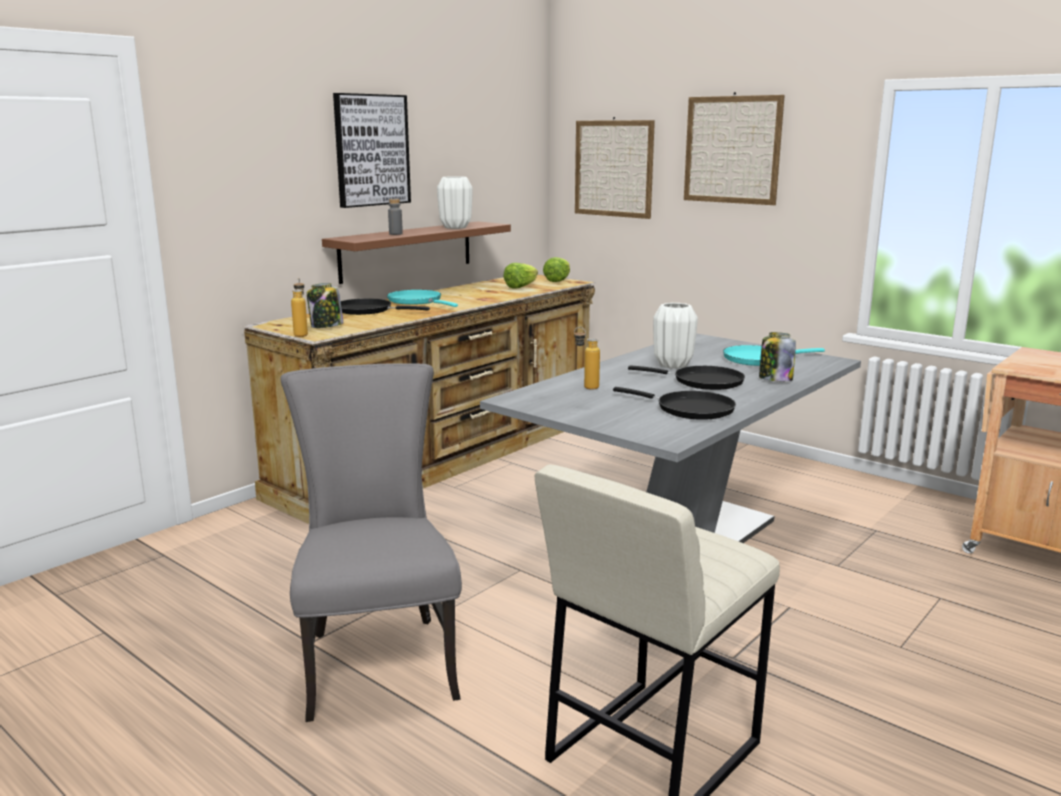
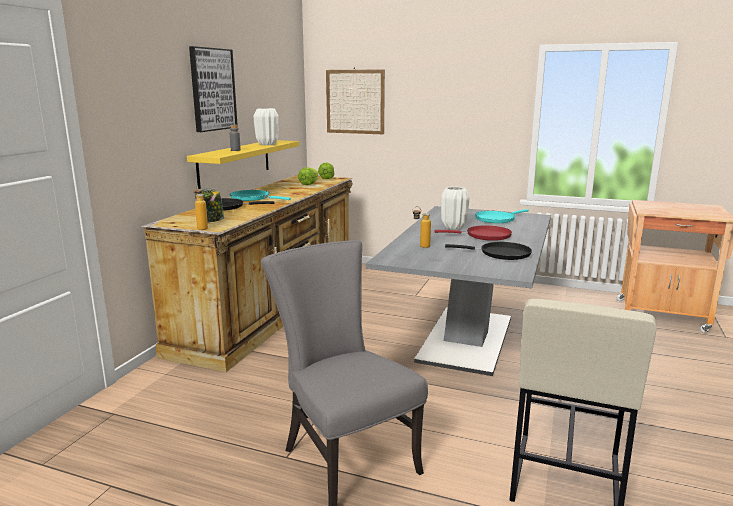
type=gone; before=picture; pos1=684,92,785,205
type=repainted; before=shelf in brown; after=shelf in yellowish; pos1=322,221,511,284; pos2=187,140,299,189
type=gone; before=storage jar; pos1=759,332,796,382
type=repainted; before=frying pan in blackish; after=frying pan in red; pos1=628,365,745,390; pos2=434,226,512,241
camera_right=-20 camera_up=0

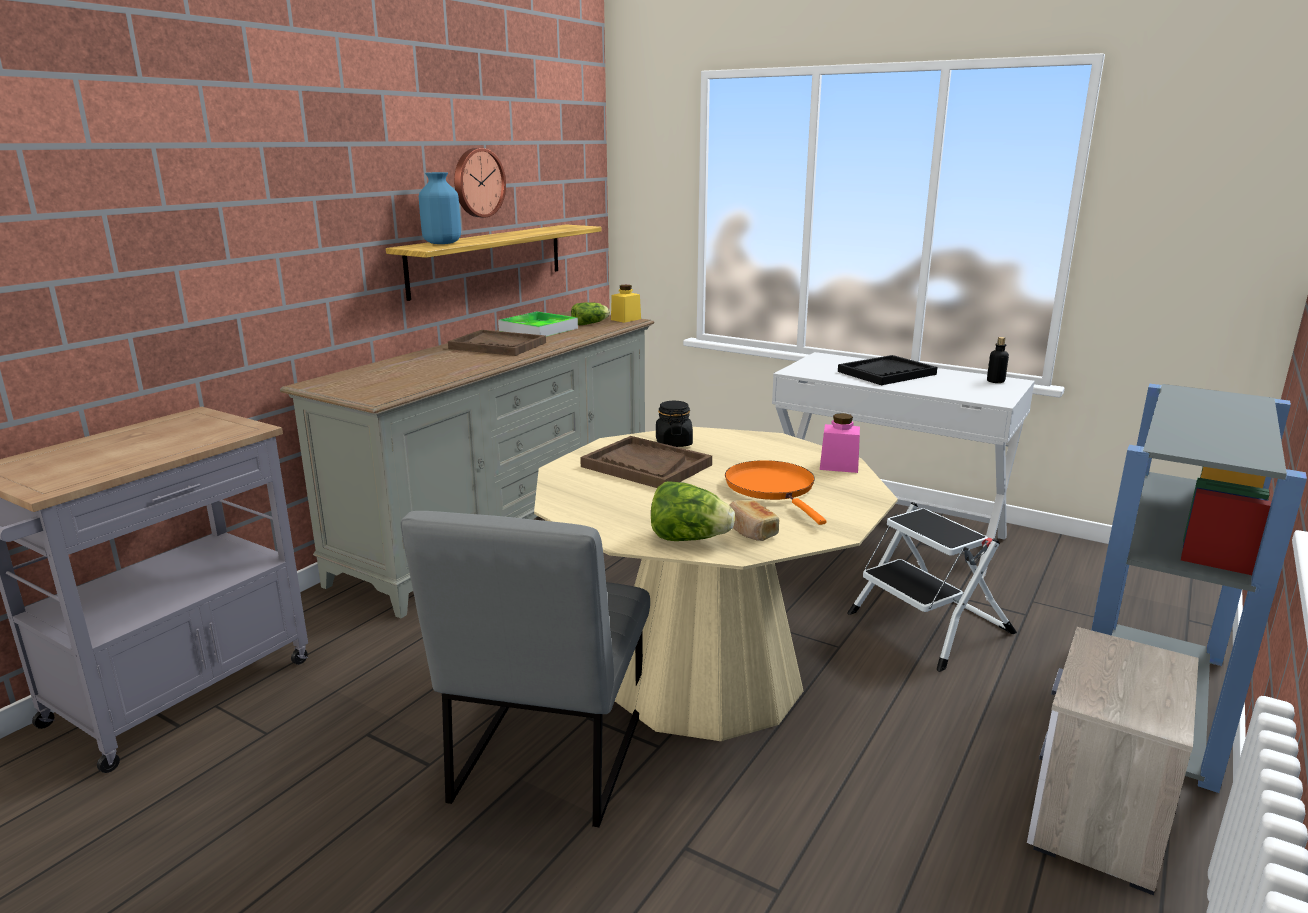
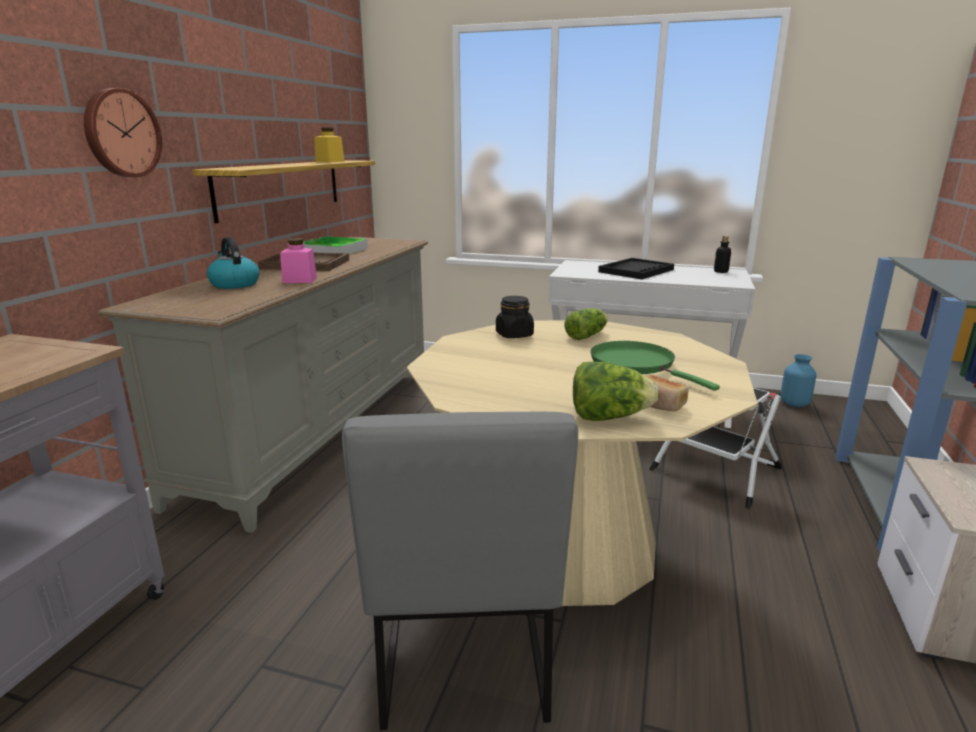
type=shifted; before=wall clock; pos1=454,148,506,218; pos2=84,88,162,177
type=shifted; before=vase in blue-coloured; pos1=419,172,461,244; pos2=780,354,817,407
type=shifted; before=storage jar in yellowish; pos1=611,285,641,323; pos2=314,128,345,162
type=shifted; before=head of lettuce; pos1=571,302,610,325; pos2=565,308,608,340
type=shifted; before=storage jar in pink; pos1=820,413,860,473; pos2=280,238,317,283
type=gone; before=serving tray in brown; pos1=580,436,712,488
type=repainted; before=frying pan in orange; after=frying pan in green; pos1=725,460,826,525; pos2=591,341,720,391
type=new; after=water kettle; pos2=207,237,260,289
camera_right=-15 camera_up=0

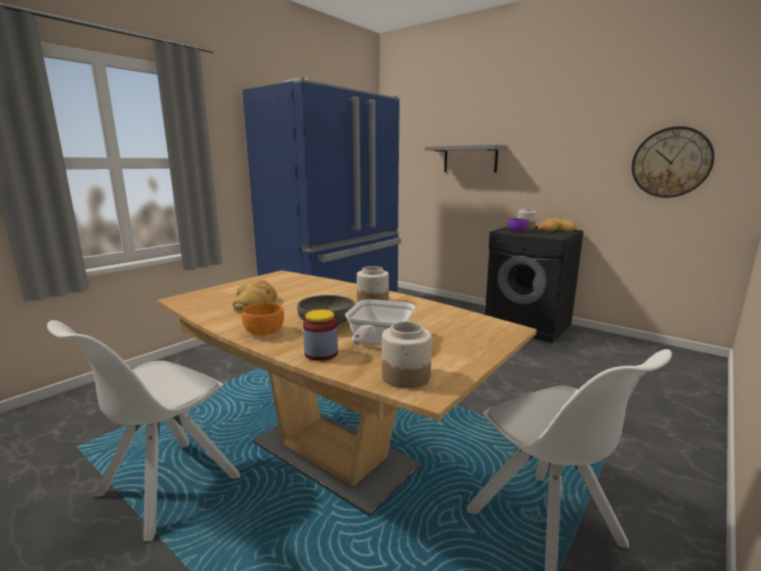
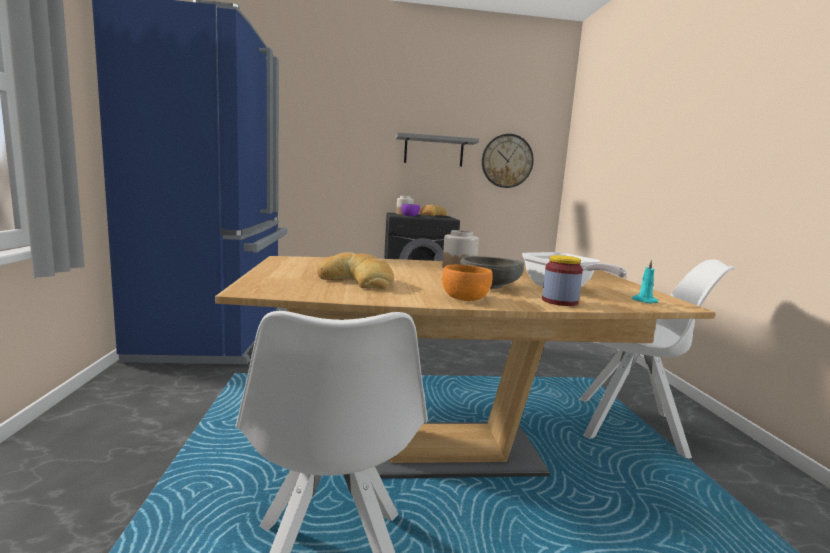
type=shifted; before=shelf in grey; pos1=425,145,508,173; pos2=396,132,479,167
type=swapped; before=storage jar; after=wax candle in turquoise-coloured; pos1=382,322,432,388; pos2=632,260,658,303
camera_right=-45 camera_up=-5

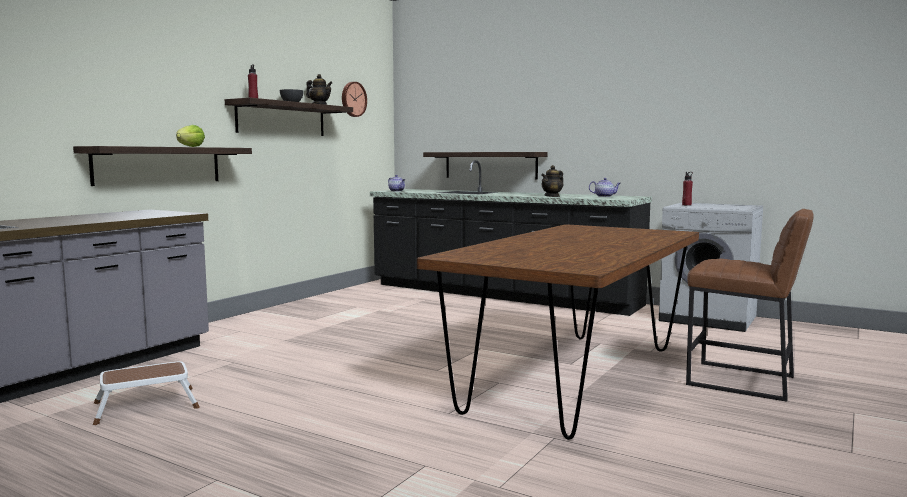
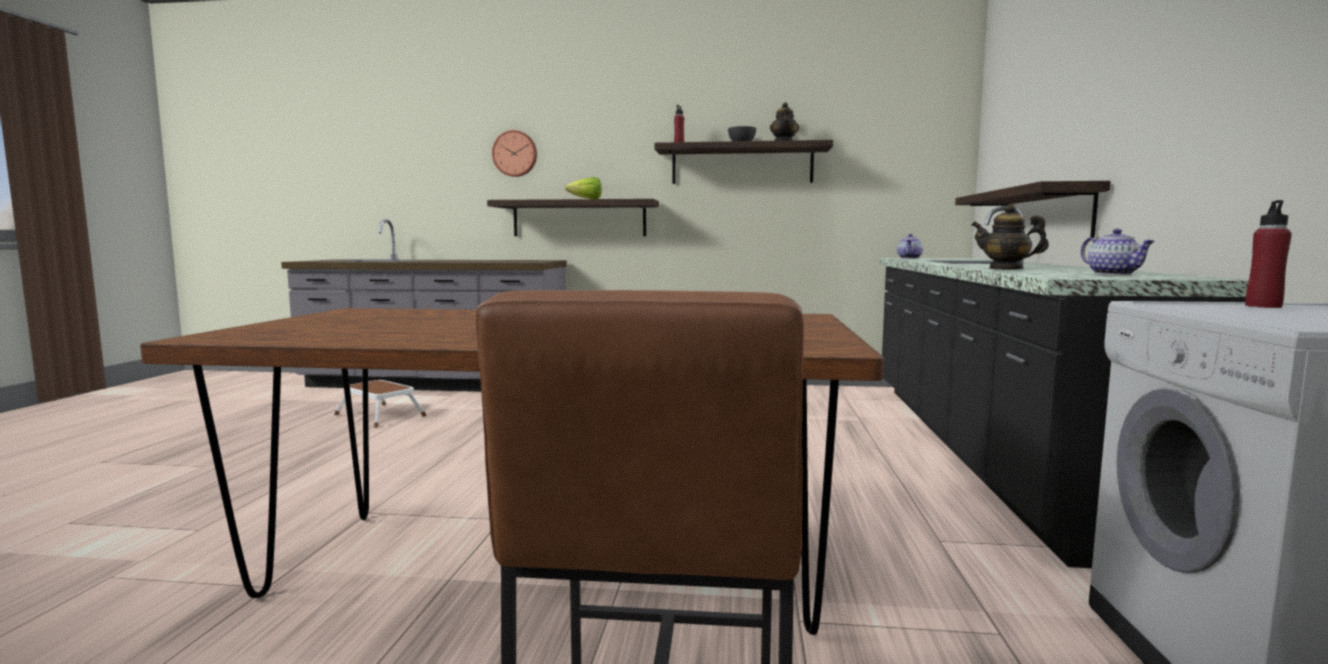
type=shifted; before=wall clock; pos1=342,82,367,117; pos2=492,130,537,177
camera_right=65 camera_up=0

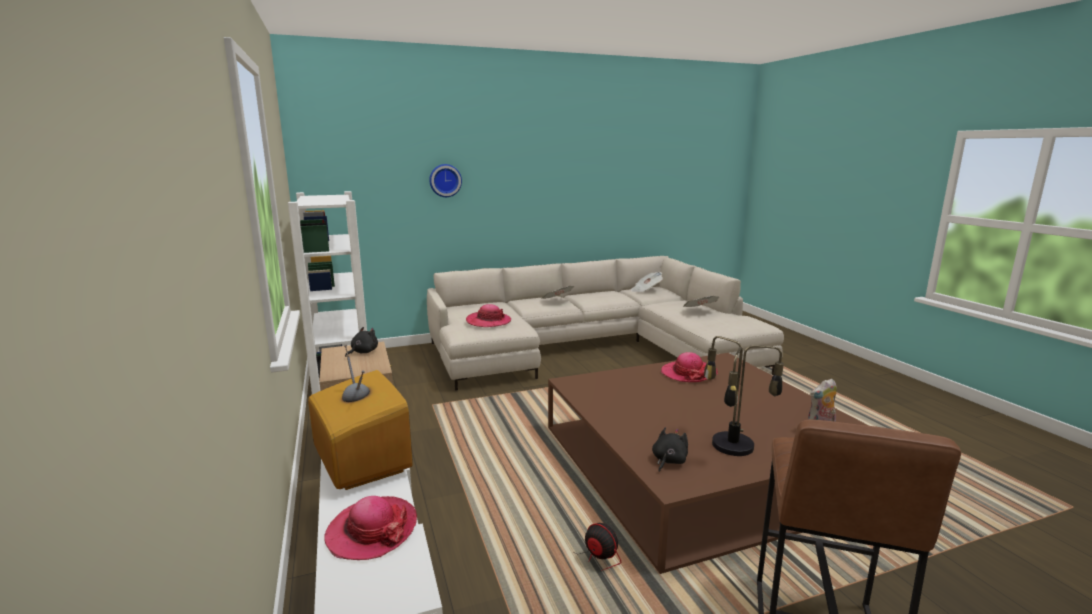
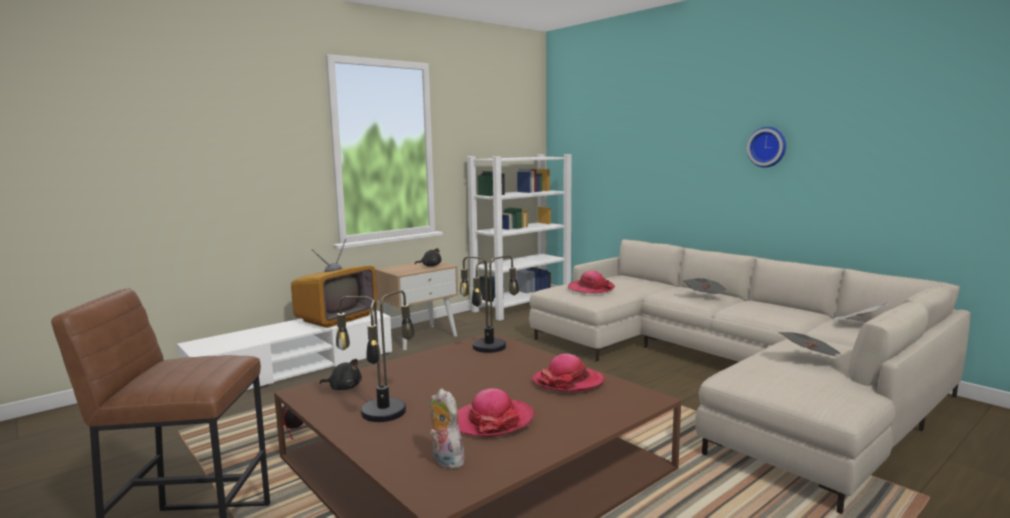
type=shifted; before=wall clock; pos1=429,164,462,197; pos2=747,127,786,168
type=shifted; before=clothing hat; pos1=324,496,417,560; pos2=458,388,535,437
type=new; after=lamp for a table; pos2=460,256,519,353
camera_right=70 camera_up=-5

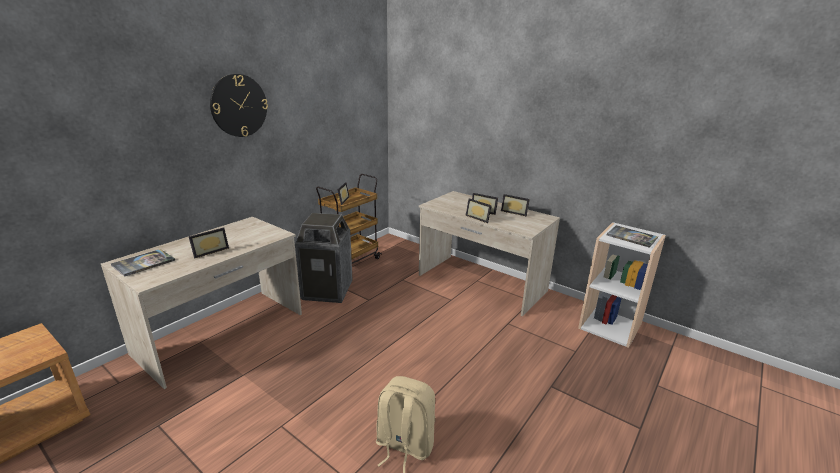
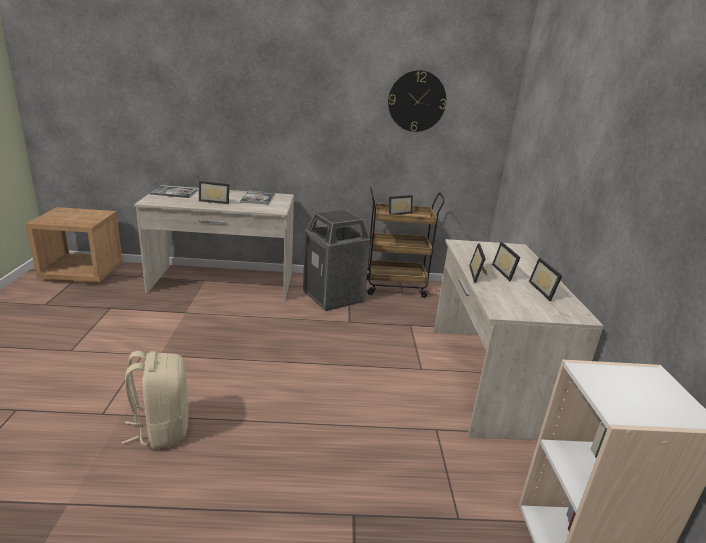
type=shifted; before=wall clock; pos1=210,74,268,137; pos2=388,70,446,132
type=shifted; before=volume; pos1=607,225,658,248; pos2=240,190,275,205
camera_right=50 camera_up=0

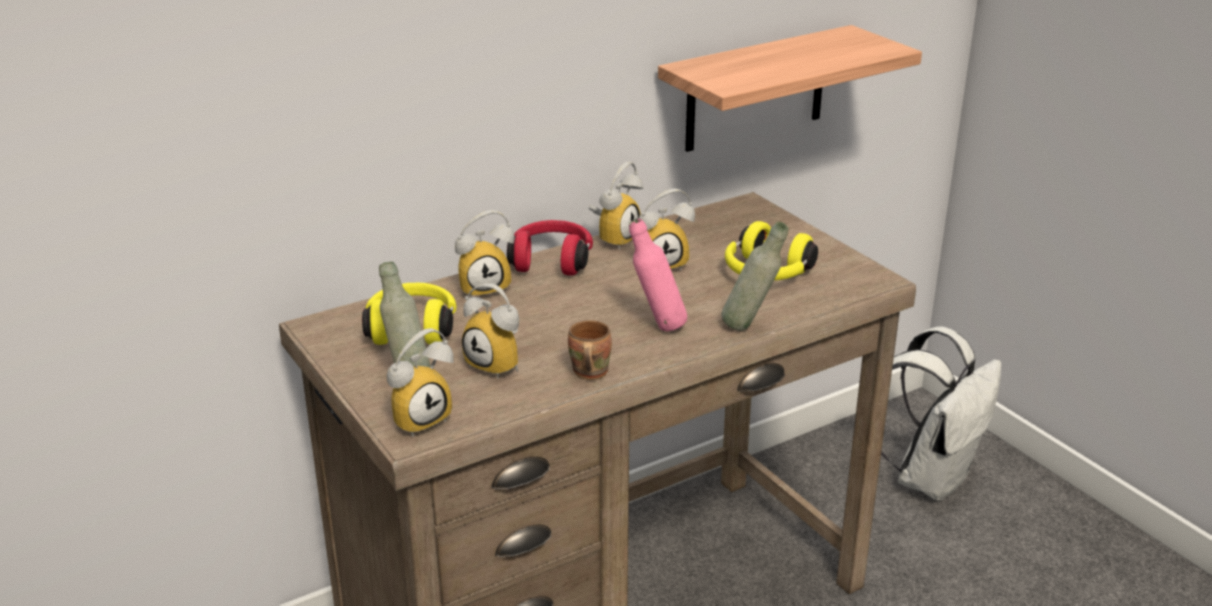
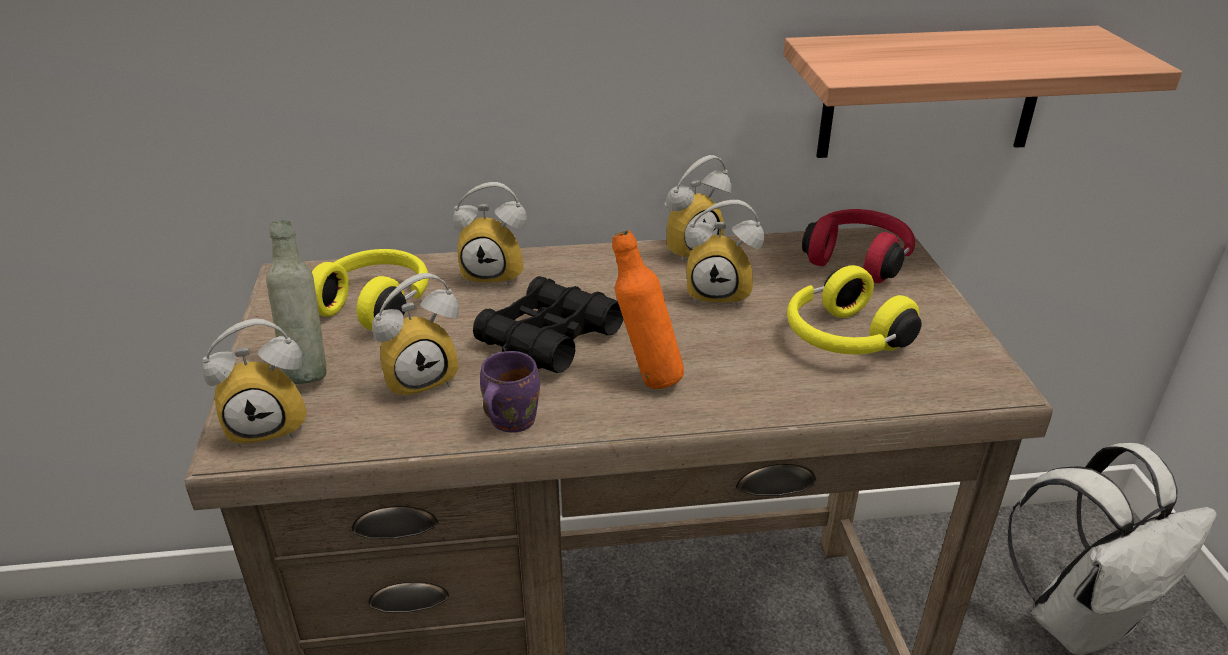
type=repainted; before=bottle in pink; after=bottle in orange; pos1=629,219,687,331; pos2=612,230,684,389
type=shifted; before=pair of headphones in red; pos1=507,220,593,276; pos2=802,209,915,283
type=gone; before=bottle in grey; pos1=722,222,788,331
type=rotated; before=alarm clock; pos1=462,283,519,379; pos2=372,273,459,401; turn=-90
type=repainted; before=tea mug in brown; after=tea mug in purple; pos1=568,320,612,380; pos2=480,351,540,433
type=new; after=pair of binoculars in blackish; pos2=473,276,624,373
camera_right=25 camera_up=5

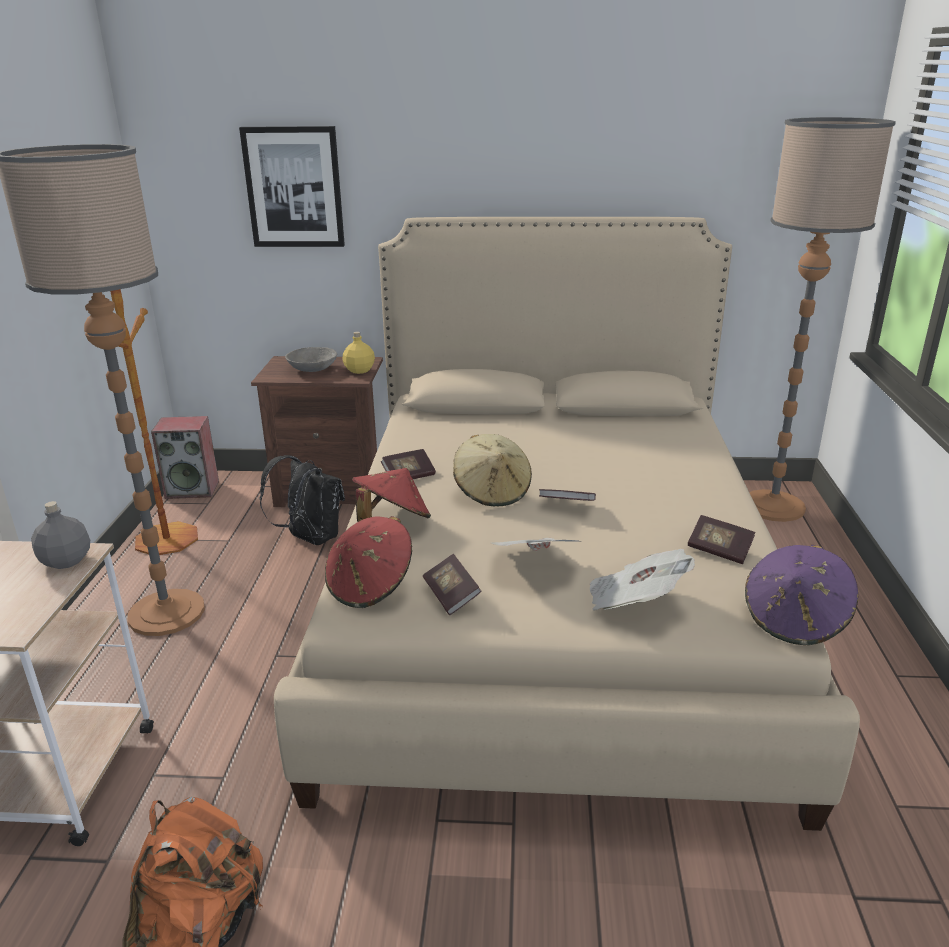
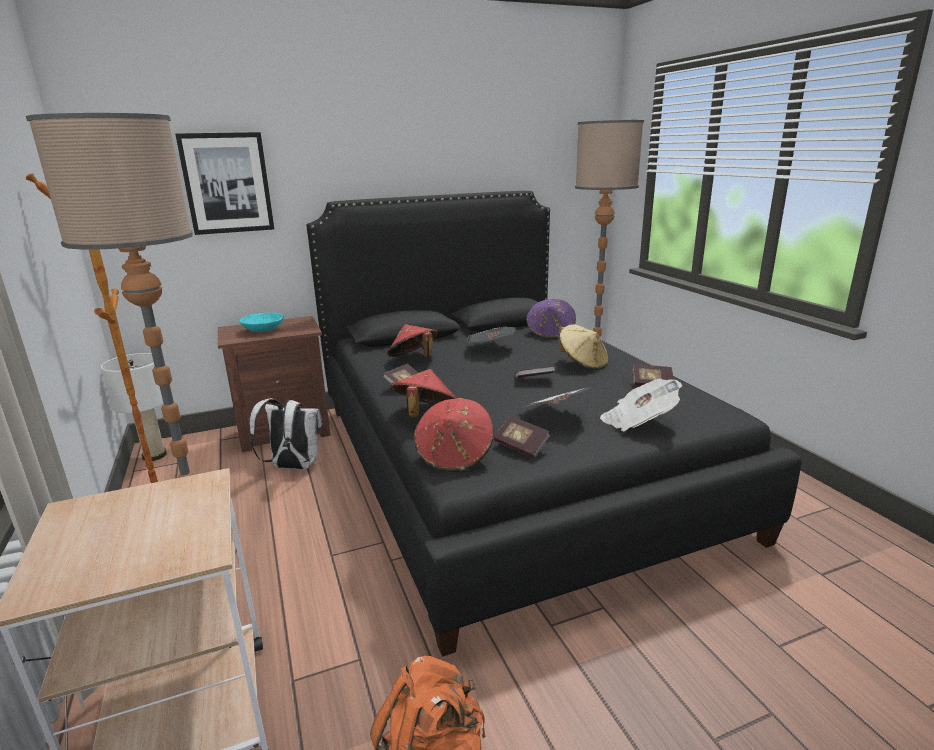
type=repainted; before=bed in sand-coloured; after=bed in blackish; pos1=274,217,860,831; pos2=307,191,802,657
type=gone; before=bottle in yellowish; pos1=343,332,375,374
type=repainted; before=bowl in grey; after=bowl in turquoise-coloured; pos1=285,347,337,372; pos2=239,312,284,332
type=swapped; before=audio speaker; after=lamp for a table in white; pos1=151,416,219,499; pos2=101,353,167,461
type=shifted; before=clothing hat in sand-coloured; pos1=453,434,532,506; pos2=559,324,609,370
type=repainted; before=rucksack in blackish; after=rucksack in white; pos1=259,455,345,545; pos2=250,398,323,470
type=gone; before=bottle in grey; pos1=31,501,90,569
type=shifted; before=clothing hat in purple; pos1=745,545,858,645; pos2=526,299,576,339
type=new; after=clothing hat in red; pos2=387,324,438,357
type=new; after=daily paper; pos2=466,327,516,343
camera_right=-25 camera_up=-5

